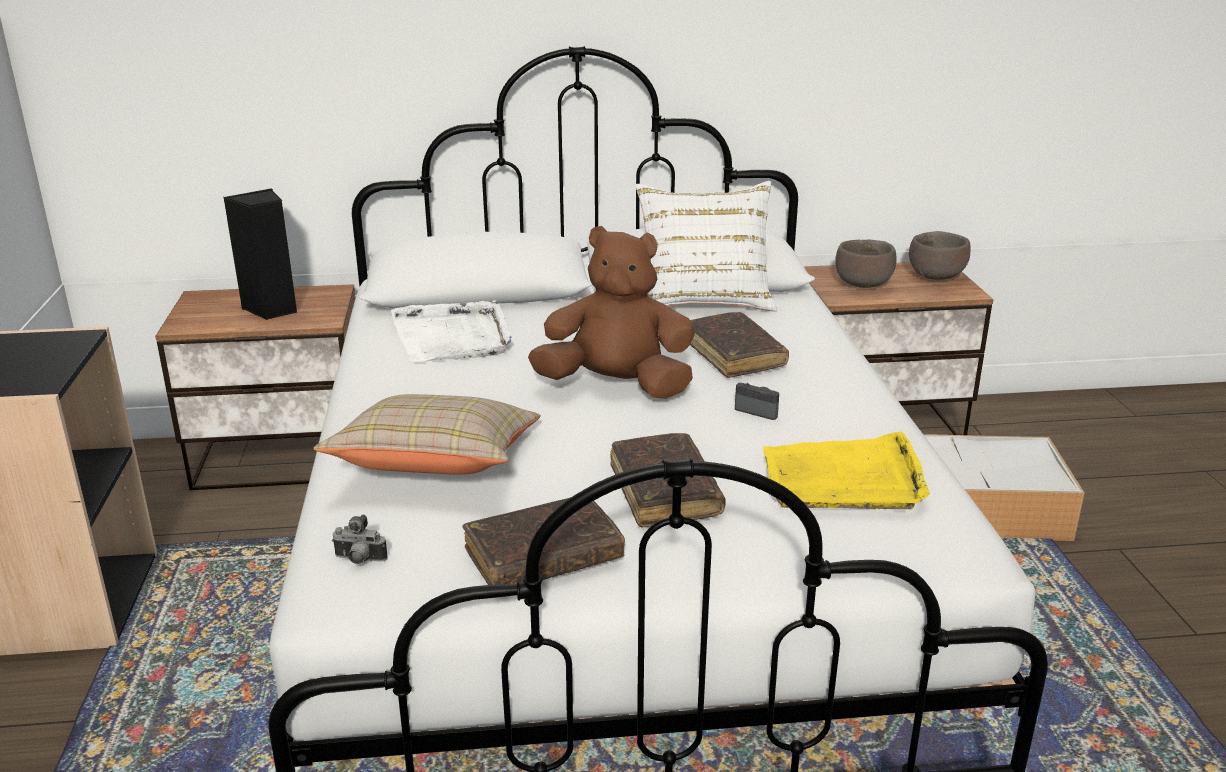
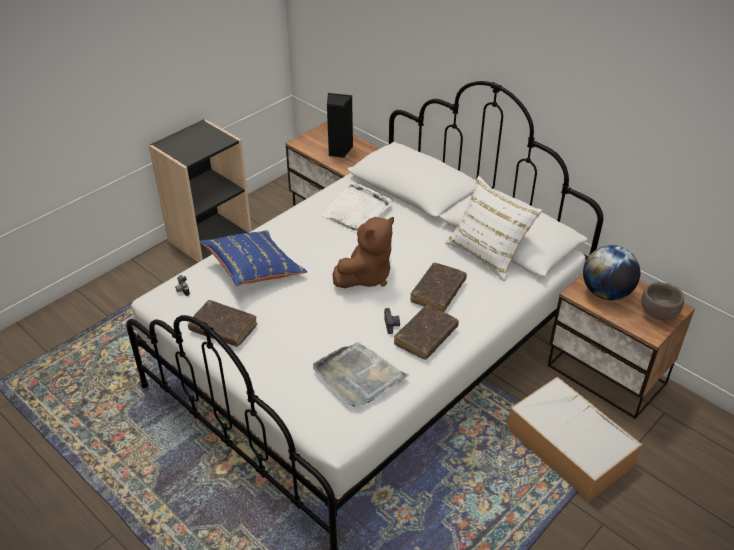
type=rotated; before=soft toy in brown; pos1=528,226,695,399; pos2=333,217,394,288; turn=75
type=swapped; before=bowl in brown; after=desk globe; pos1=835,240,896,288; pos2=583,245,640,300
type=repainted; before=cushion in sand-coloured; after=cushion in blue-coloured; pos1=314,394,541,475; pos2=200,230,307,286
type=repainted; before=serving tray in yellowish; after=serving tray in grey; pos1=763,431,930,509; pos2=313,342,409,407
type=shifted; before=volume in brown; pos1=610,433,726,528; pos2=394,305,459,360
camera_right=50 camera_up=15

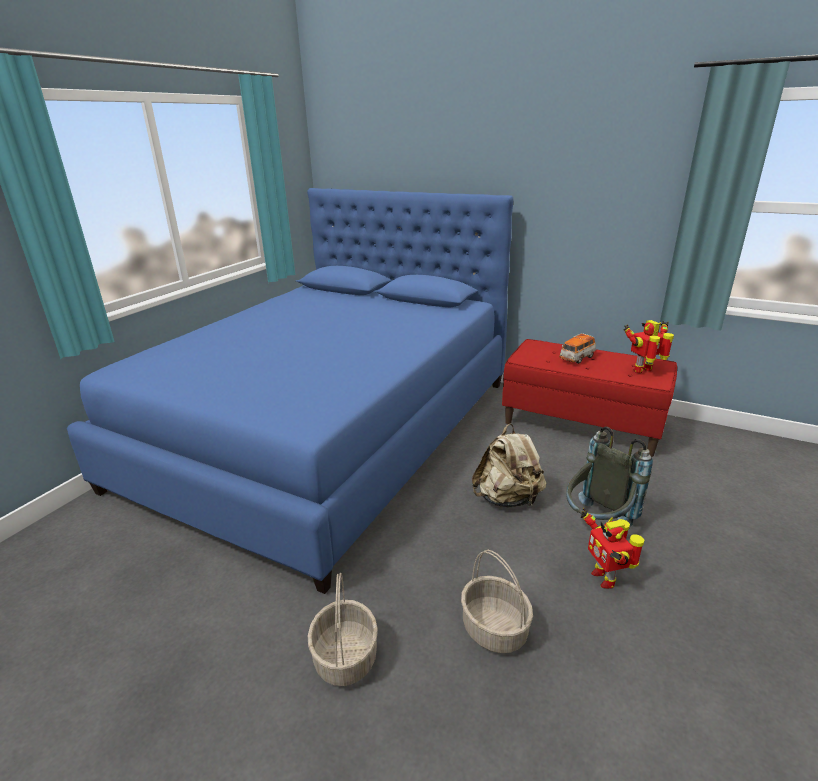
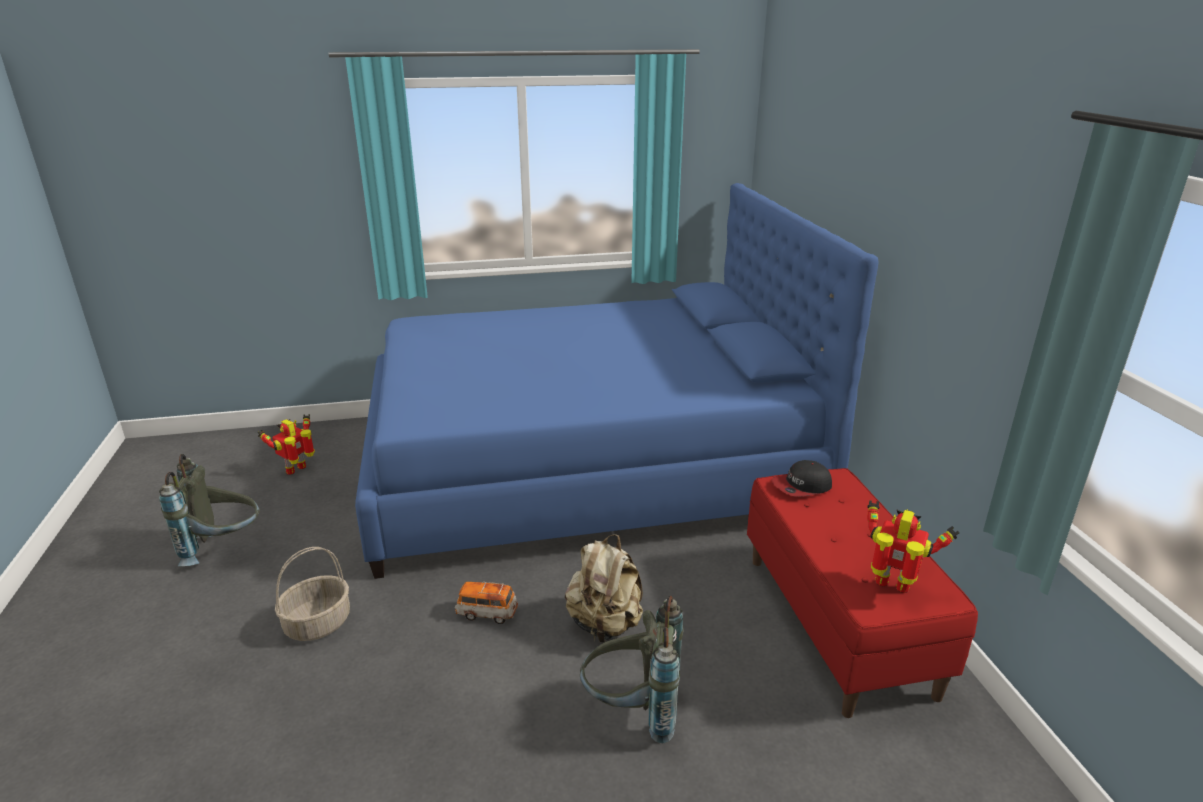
type=shifted; before=miniature car; pos1=559,333,596,364; pos2=455,582,518,624
type=shifted; before=toy robot; pos1=581,508,644,589; pos2=258,414,315,475
type=gone; before=basket; pos1=461,550,533,653
type=new; after=rucksack in grey; pos2=159,454,260,566
type=new; after=baseball cap; pos2=771,460,832,497
camera_right=50 camera_up=0

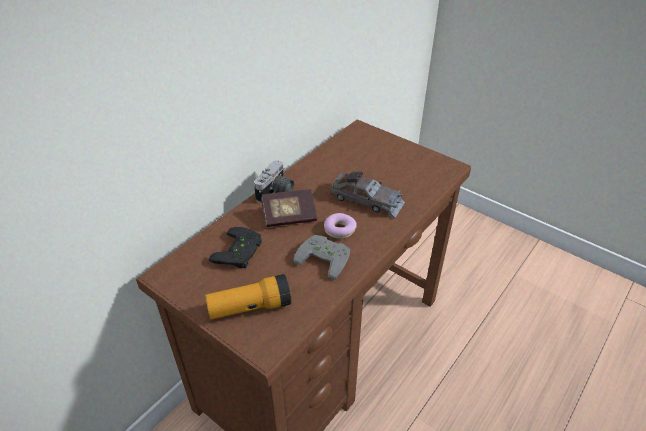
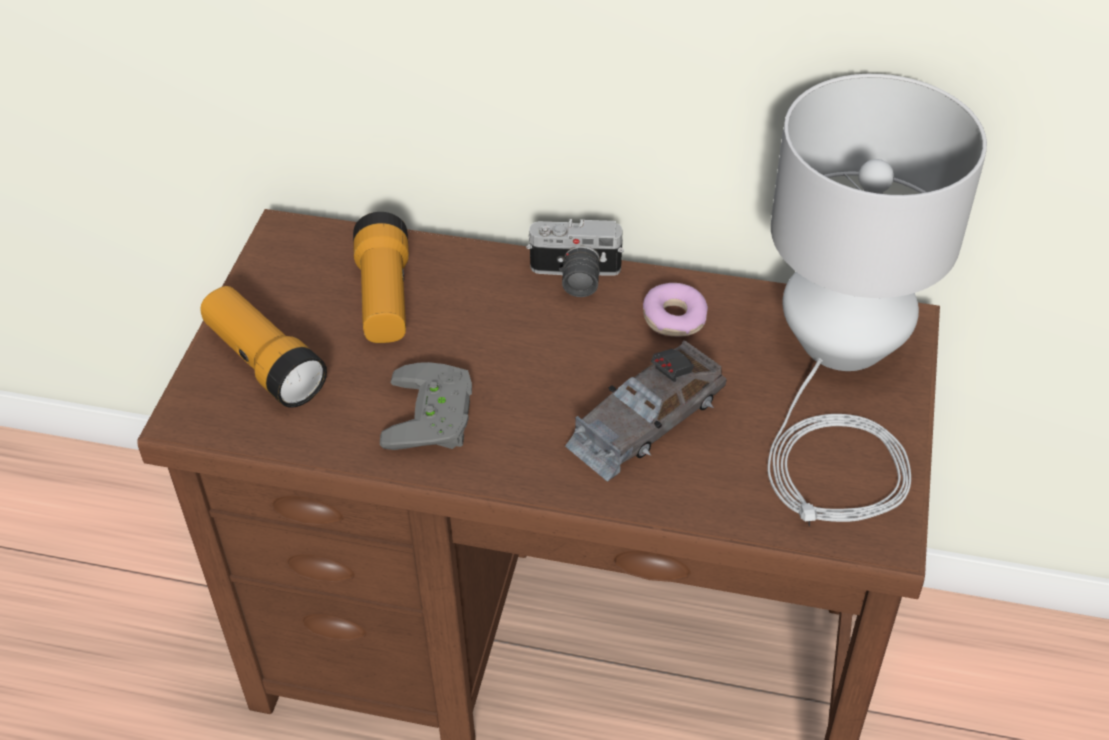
type=rotated; before=miniature car in grey; pos1=330,171,405,218; pos2=565,340,727,482; turn=45
type=gone; before=volume; pos1=261,189,317,227
type=shifted; before=donut; pos1=324,213,357,239; pos2=643,283,708,337
type=swapped; before=game controller in blackish; after=hand torch; pos1=209,227,262,269; pos2=353,212,409,343
type=new; after=lamp for a table in white; pos2=767,74,987,526
camera_right=65 camera_up=5

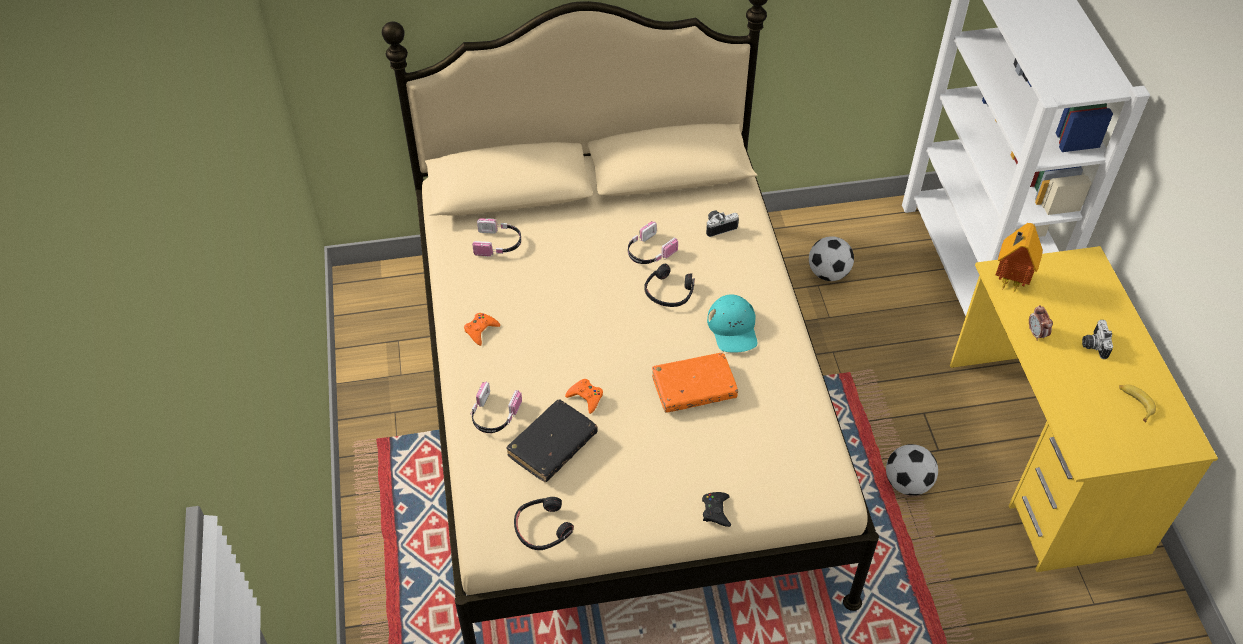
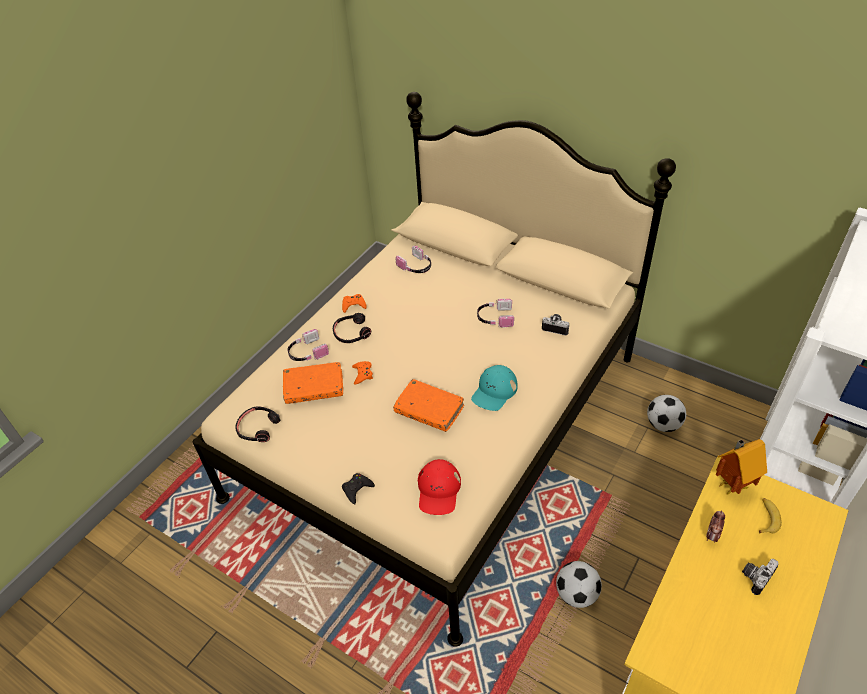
type=shifted; before=pair of headphones in blackish; pos1=645,264,695,307; pos2=333,313,371,343
type=shifted; before=whole banana; pos1=1119,384,1156,422; pos2=759,498,782,534
type=repainted; before=volume in blackish; after=volume in orange; pos1=506,399,598,482; pos2=283,362,343,404
type=new; after=baseball cap in red; pos2=418,459,461,515
camera_right=45 camera_up=-5

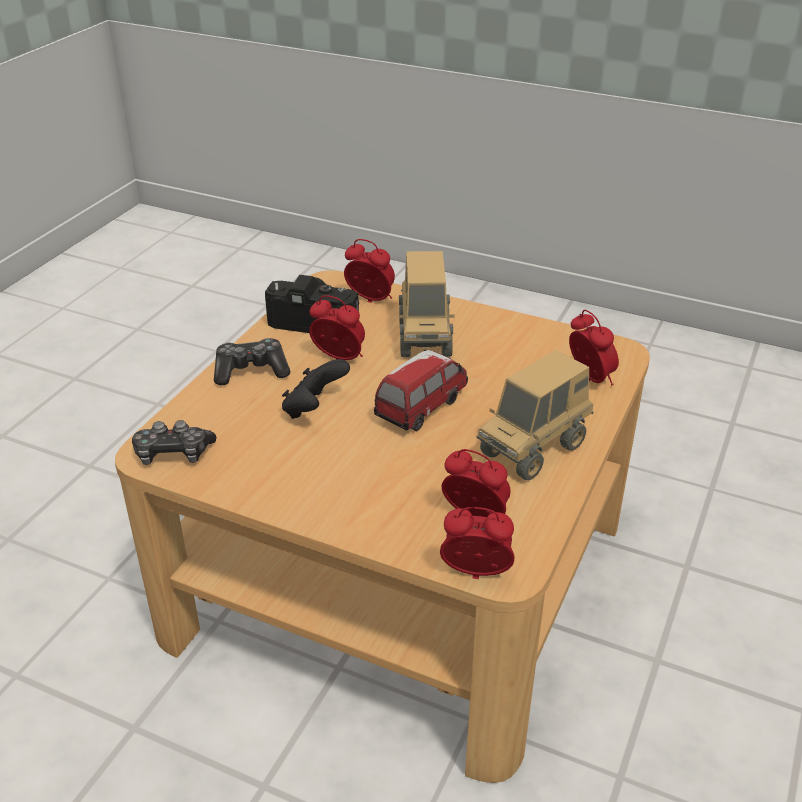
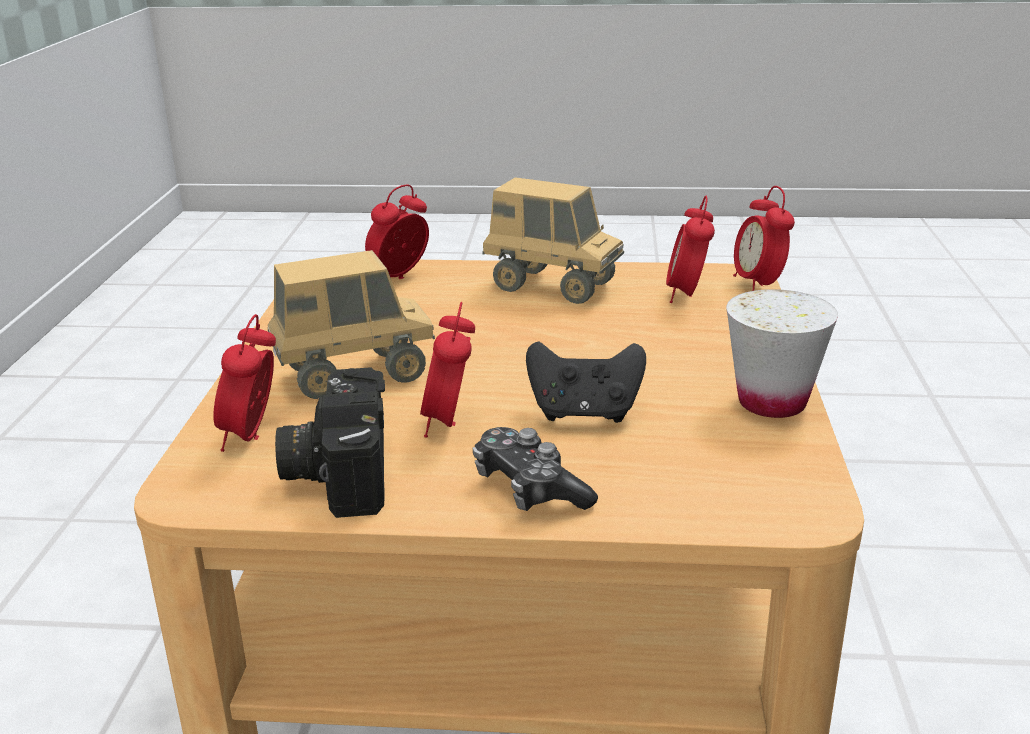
type=gone; before=miniature car; pos1=374,349,468,431
type=gone; before=game controller; pos1=132,420,217,465
type=new; after=cup in white; pos2=726,289,838,418
camera_right=-110 camera_up=-10

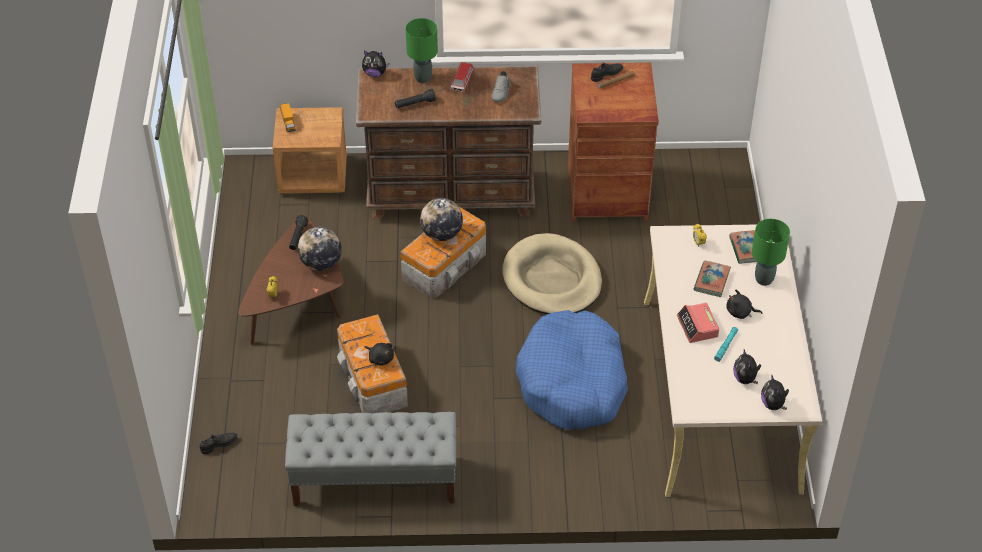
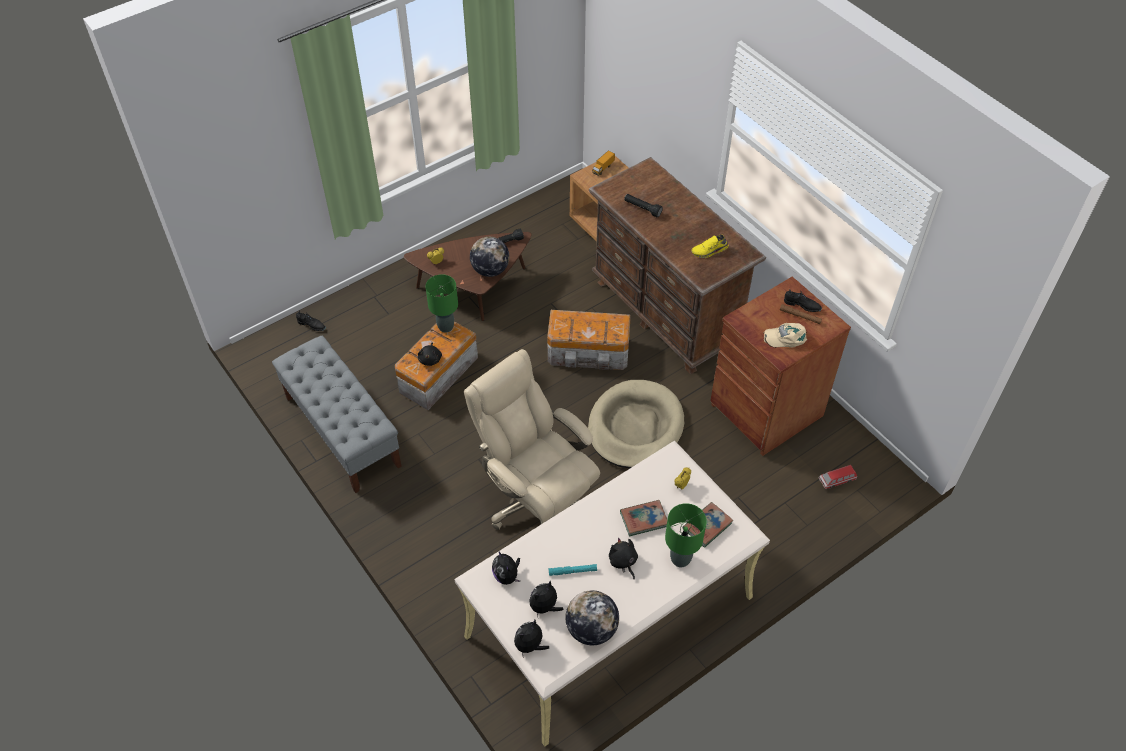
type=shifted; before=lamp for a table in green; pos1=406,18,438,83; pos2=426,274,458,332
type=shifted; before=soft toy; pos1=362,51,389,77; pos2=492,550,520,585
type=shifted; before=miniature car; pos1=450,62,473,92; pos2=818,464,857,489
type=repainted; before=shoe in grey; after=shoe in yellowish; pos1=491,71,511,102; pos2=691,235,729,258
type=shifted; before=desk globe; pos1=420,198,463,241; pos2=565,590,619,645
type=gone; before=alarm clock; pos1=677,303,719,343
type=swapped; before=pet bed in blue-coloured; after=desk chair in sand-coloured; pos1=516,310,628,430; pos2=464,349,600,530
type=new; after=baseball cap in sand-coloured; pos2=764,323,807,348
camera_right=55 camera_up=5

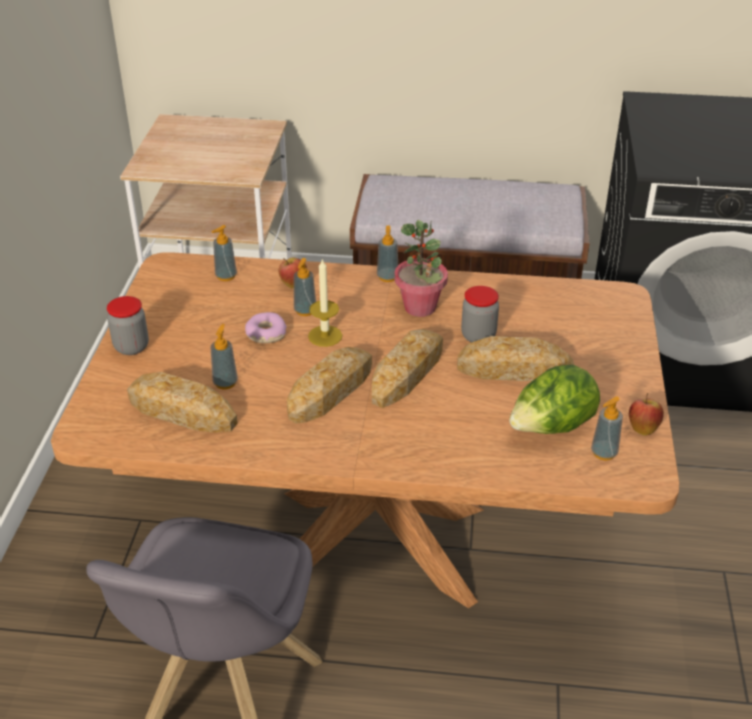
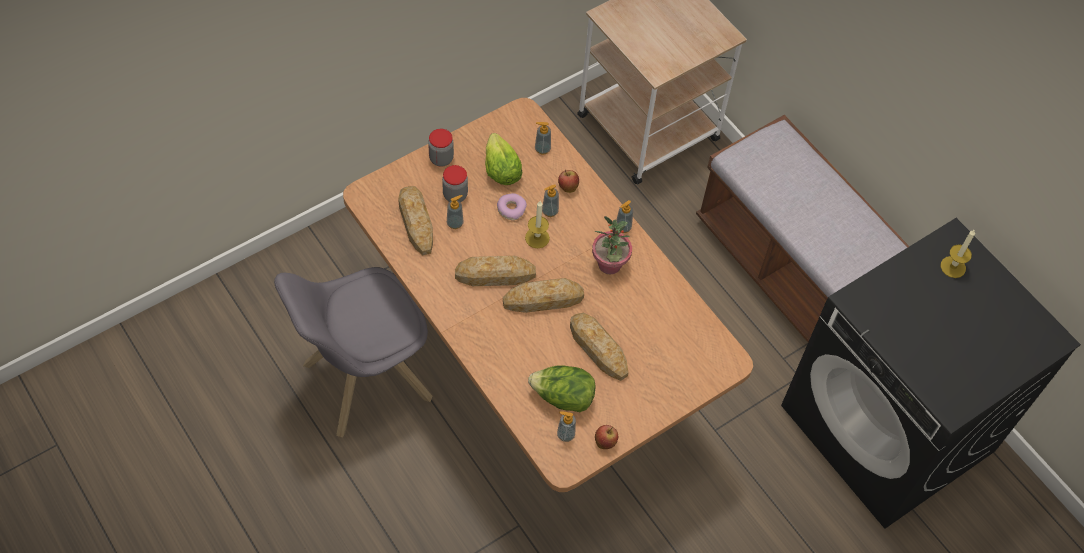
type=shifted; before=storage jar; pos1=461,286,499,343; pos2=442,165,468,202
type=new; after=head of lettuce; pos2=485,133,522,185
type=new; after=wax candle; pos2=941,229,975,278
camera_right=45 camera_up=20

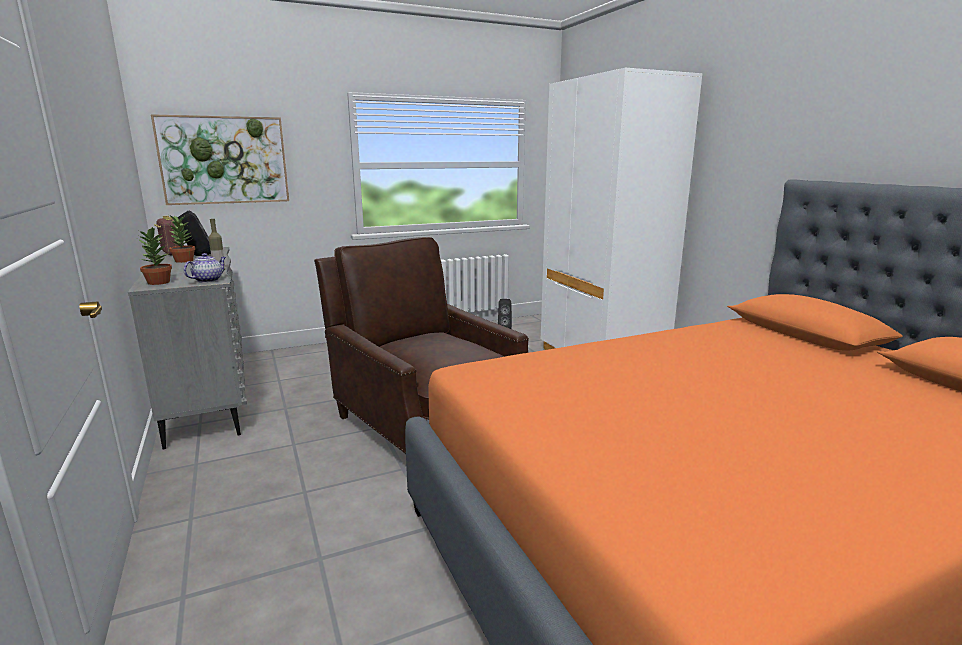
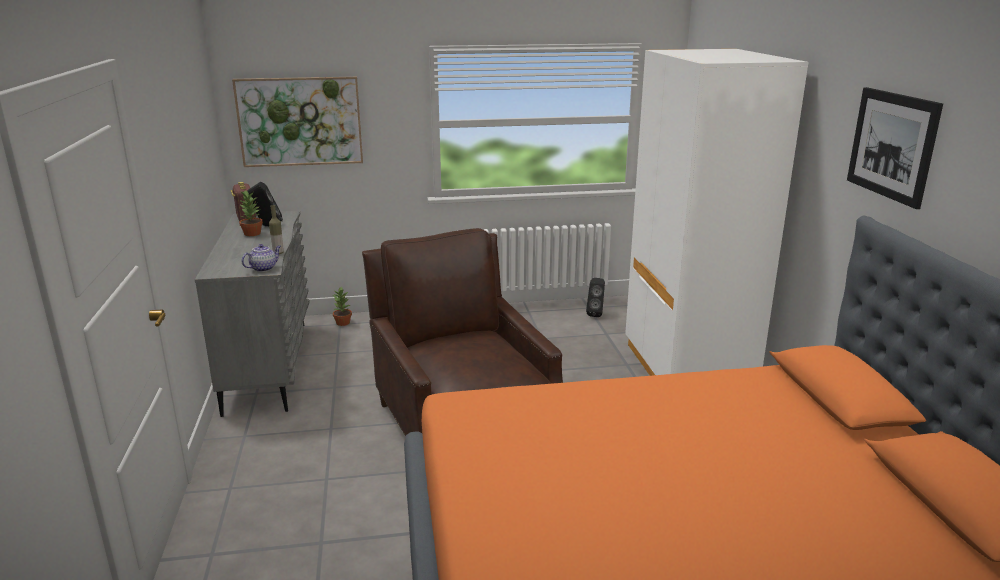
type=shifted; before=houseplant; pos1=138,227,172,285; pos2=333,286,352,326
type=new; after=picture; pos2=847,87,943,209
camera_right=15 camera_up=5

